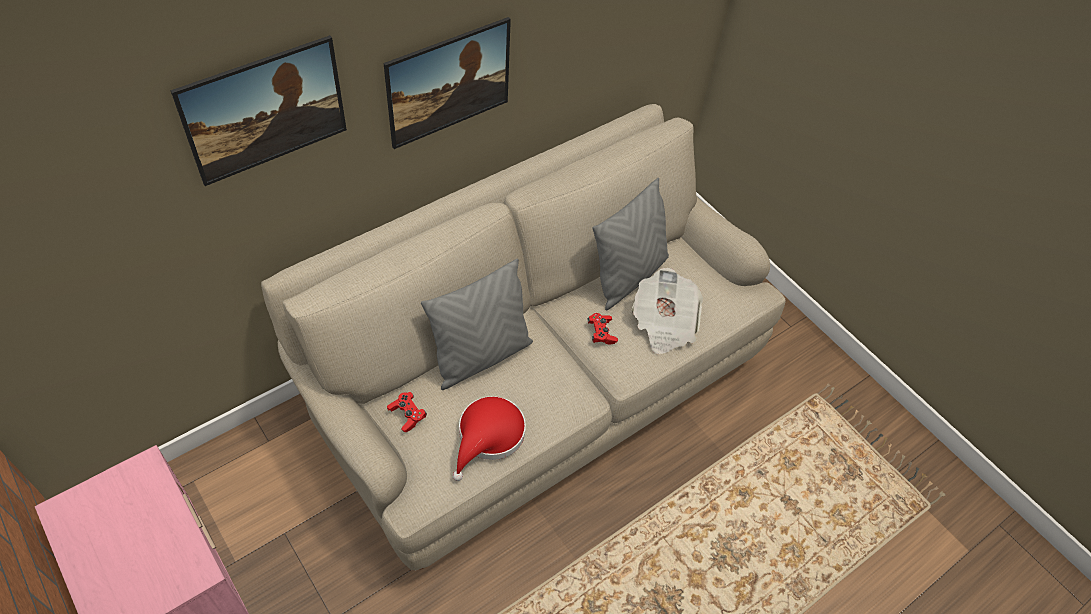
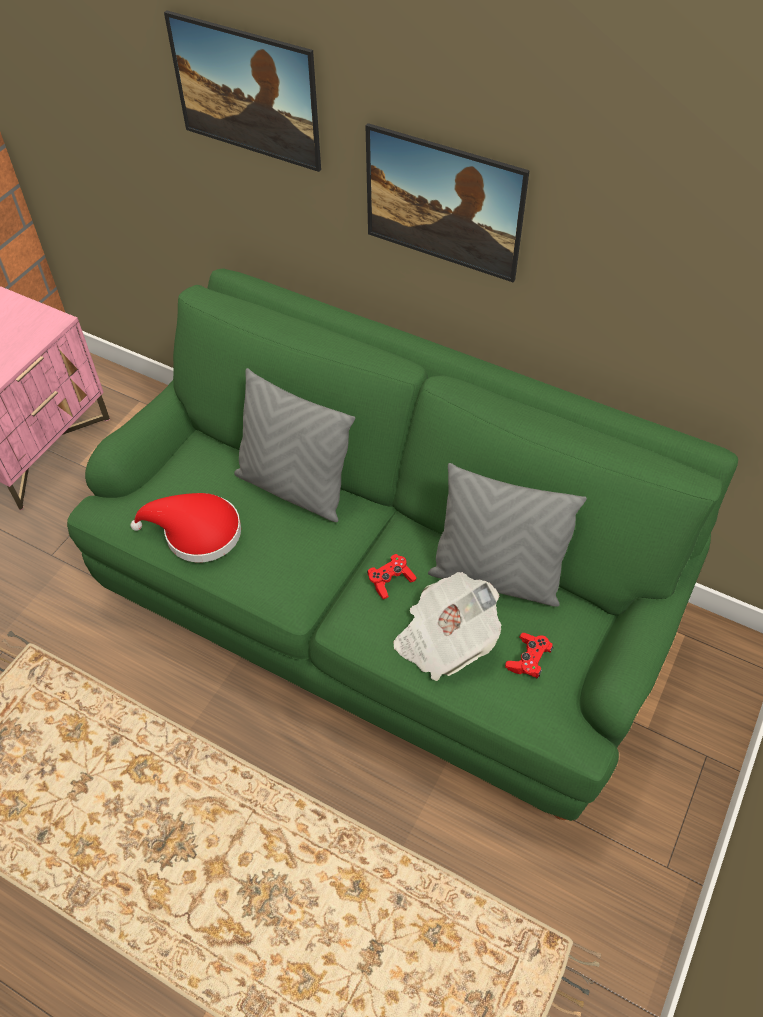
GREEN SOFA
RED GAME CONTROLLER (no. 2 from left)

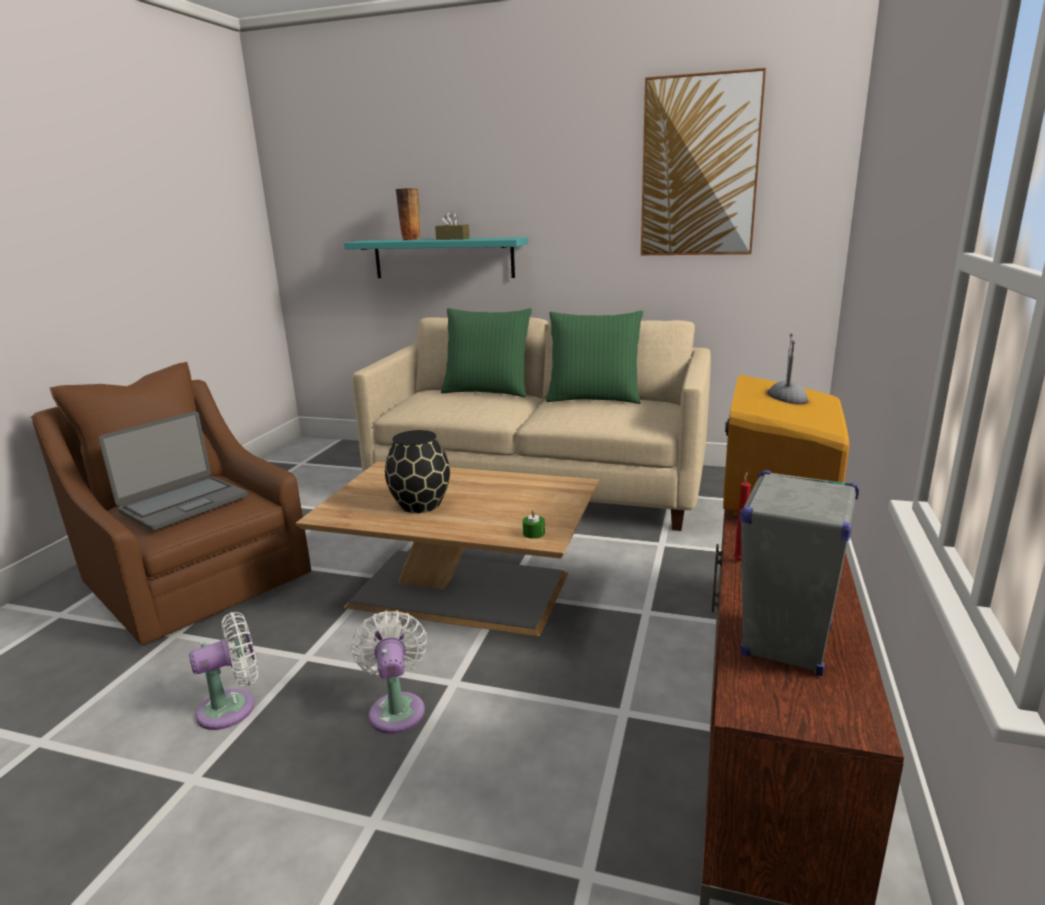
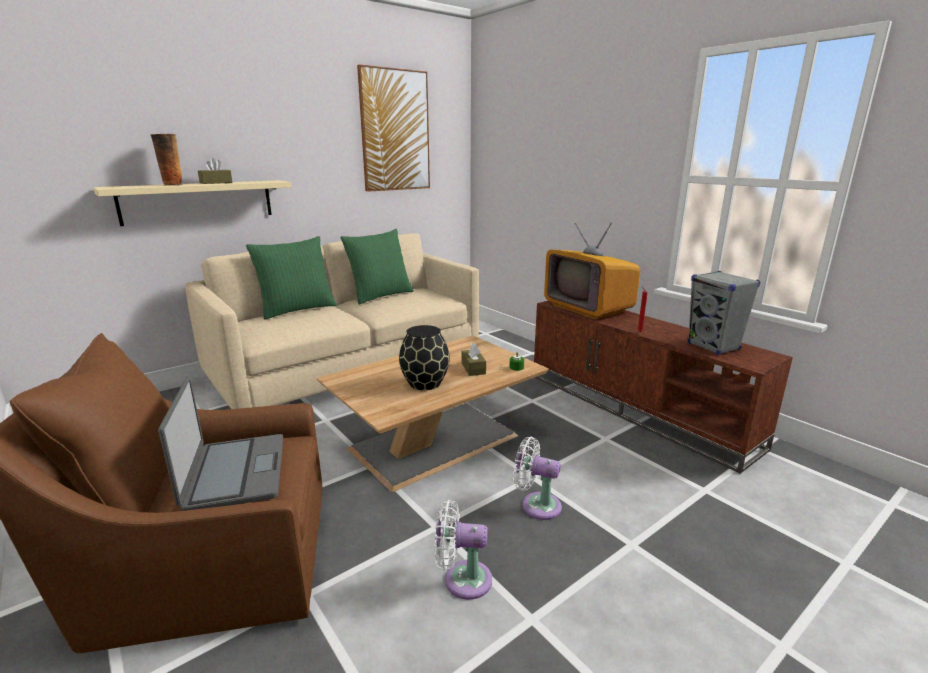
WHITE FAN (no. 1 from left)
BEIGE SHELF
BROWN TISSUE BOX (no. 2 from left)

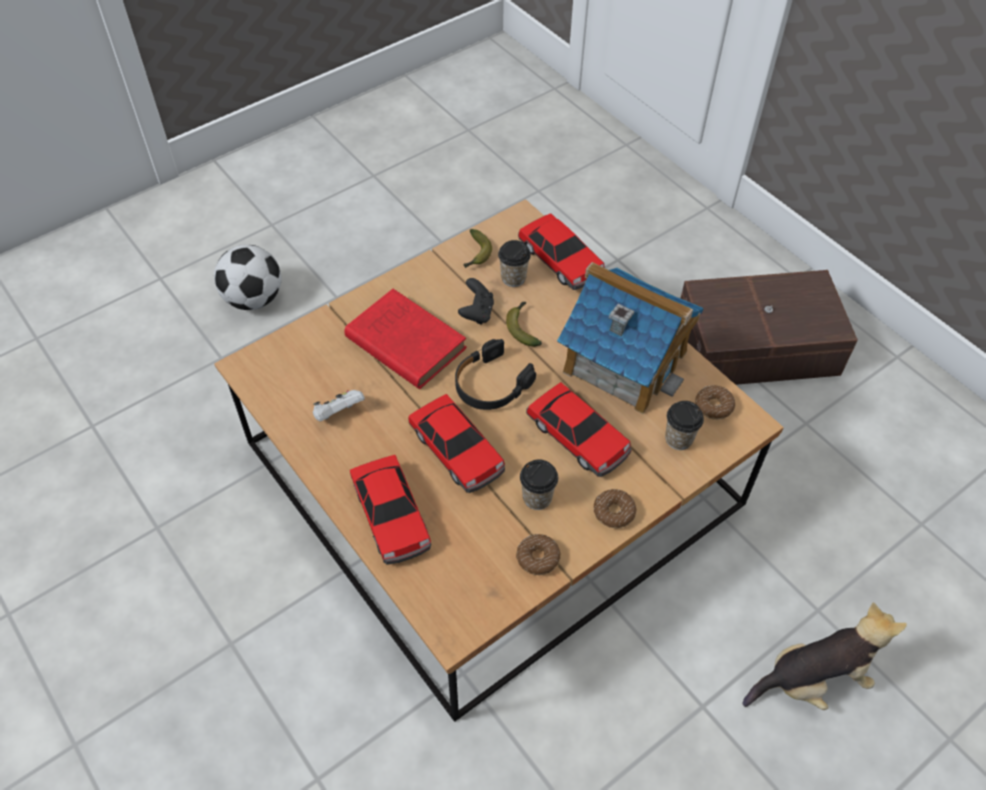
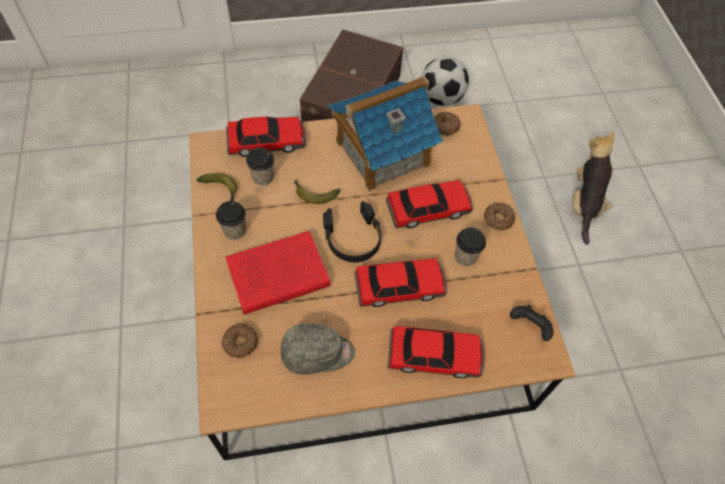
FOOTBALL
GREY CAP
BLACK GAME CONTROLLER
DONUT (no. 1 from left)
CUP (no. 1 from left)

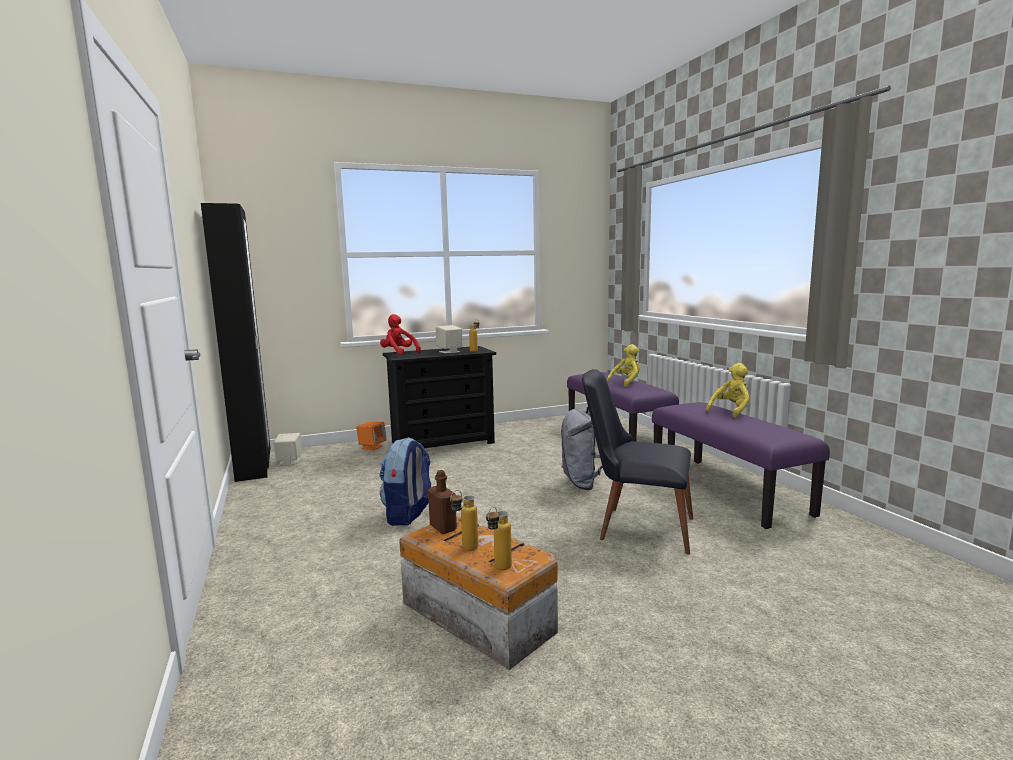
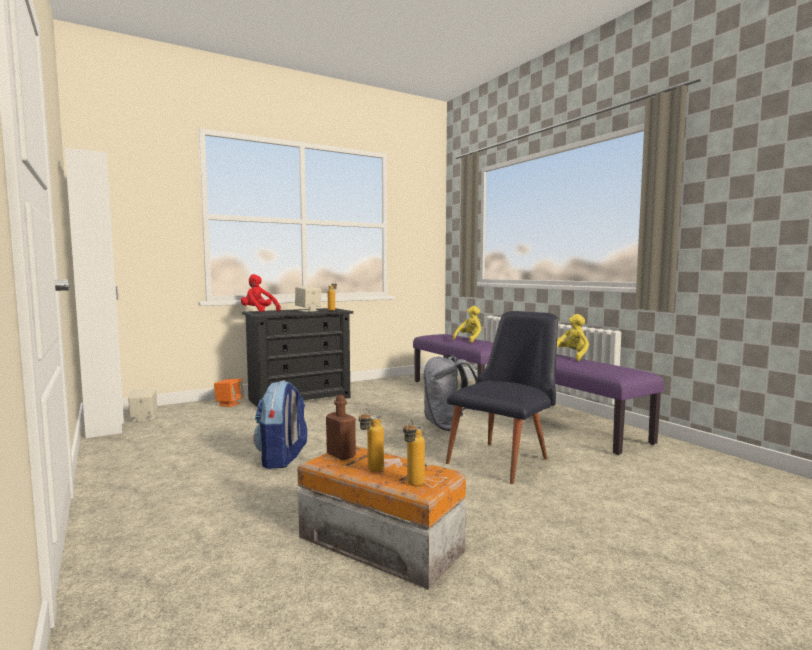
WHITE WARDROBE
BLACK CHAIR

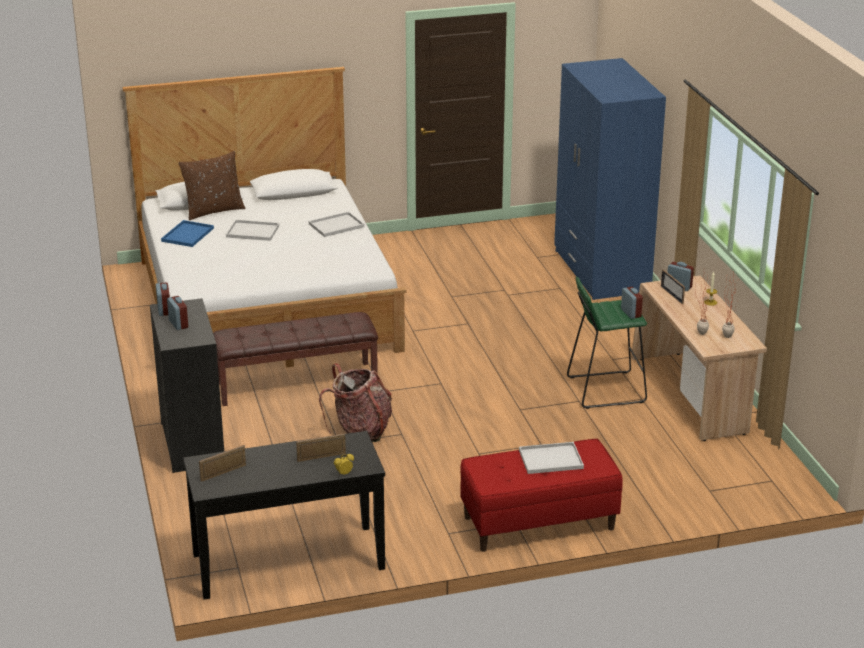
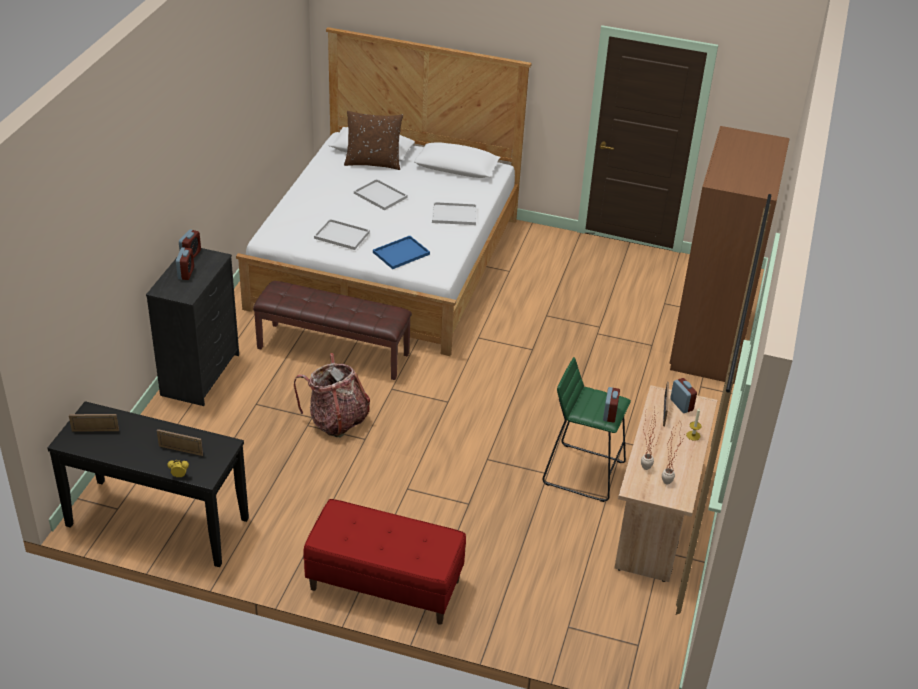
BLUE TRAY
WHITE TRAY (no. 1 from left)
BROWN WARDROBE

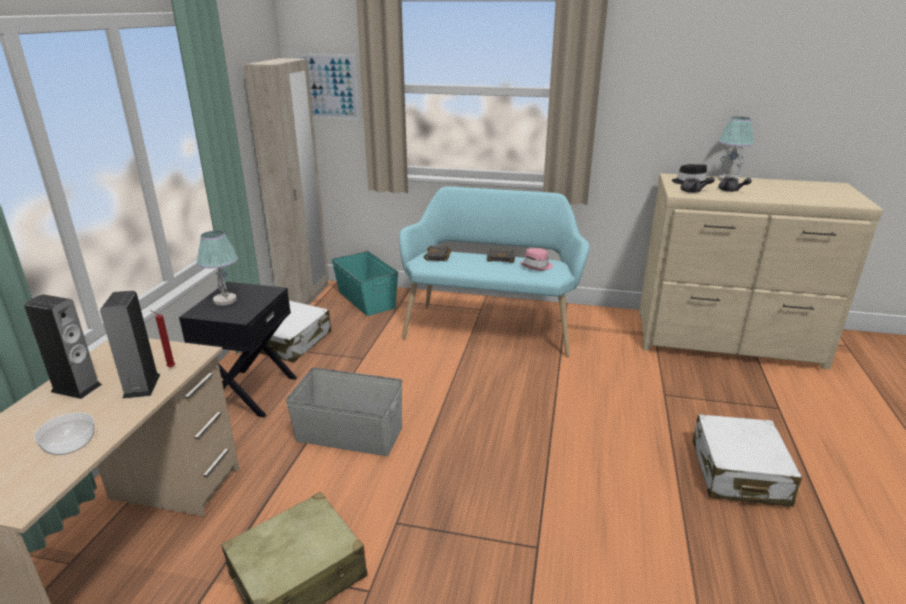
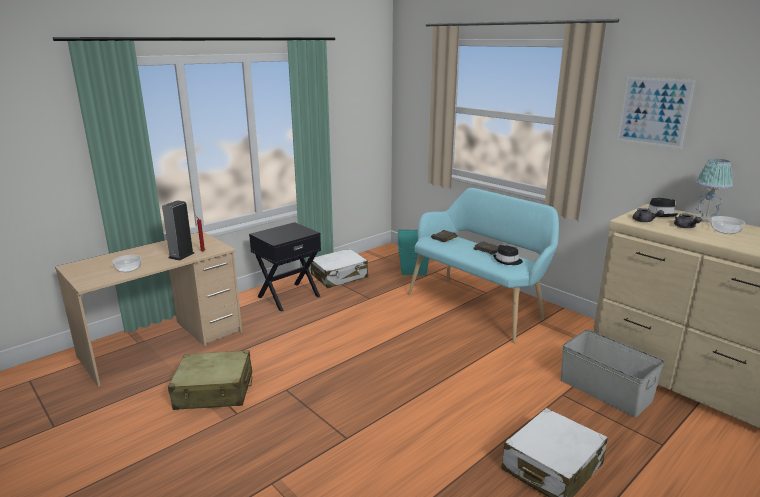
SPEAKER (no. 1 from left in the first image)
TABLE LAMP (no. 1 from left in the first image)
BEIGE WARDROBE
GREY STORAGE BOX
PICTURE
BLACK HAT (no. 1 from left)
BOWL (no. 2 from left)

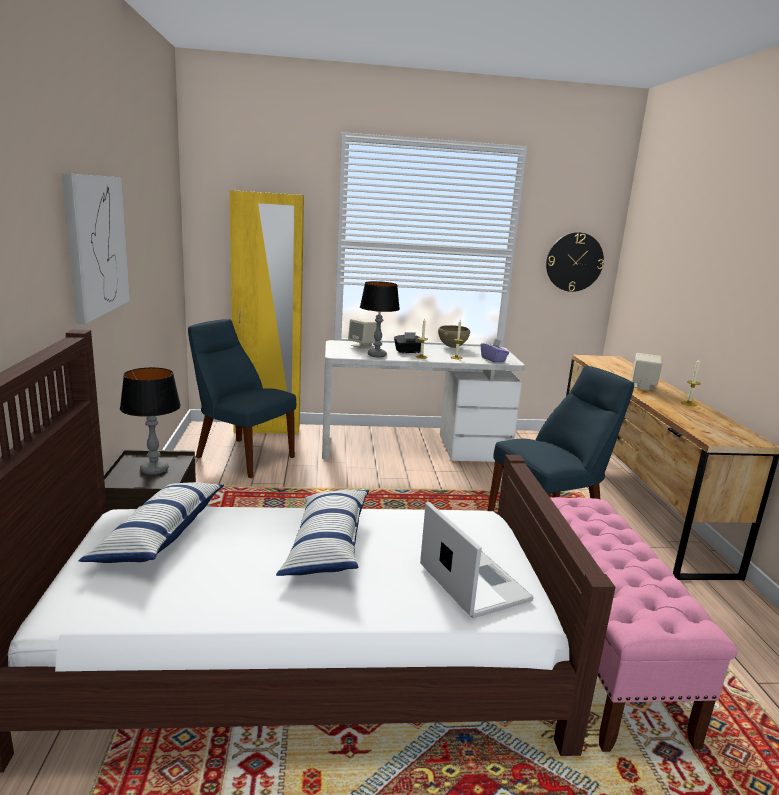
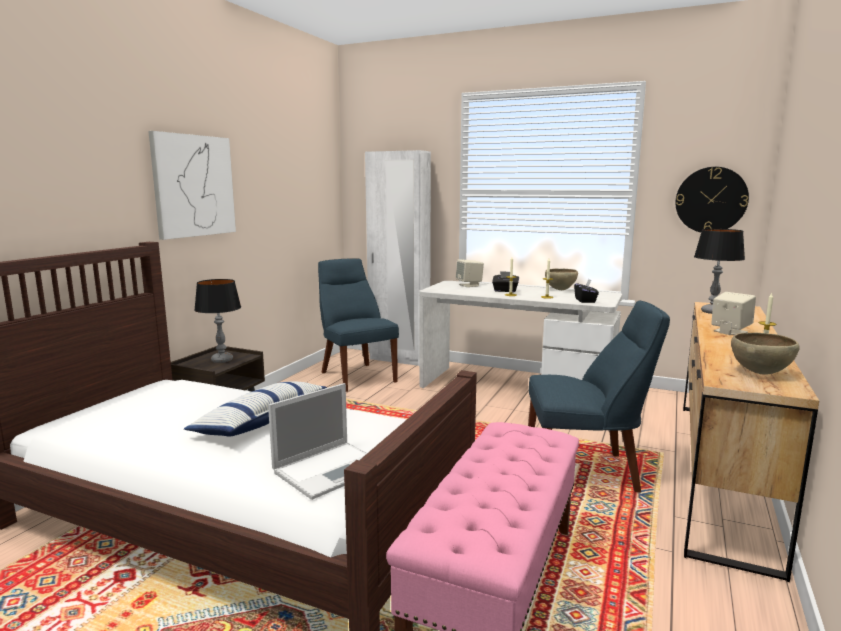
PILLOW (no. 1 from left in the first image)
WHITE WARDROBE
TABLE LAMP (no. 2 from left)
LAPTOP
BLACK TISSUE BOX (no. 2 from left)
BROWN BOWL (no. 2 from left)

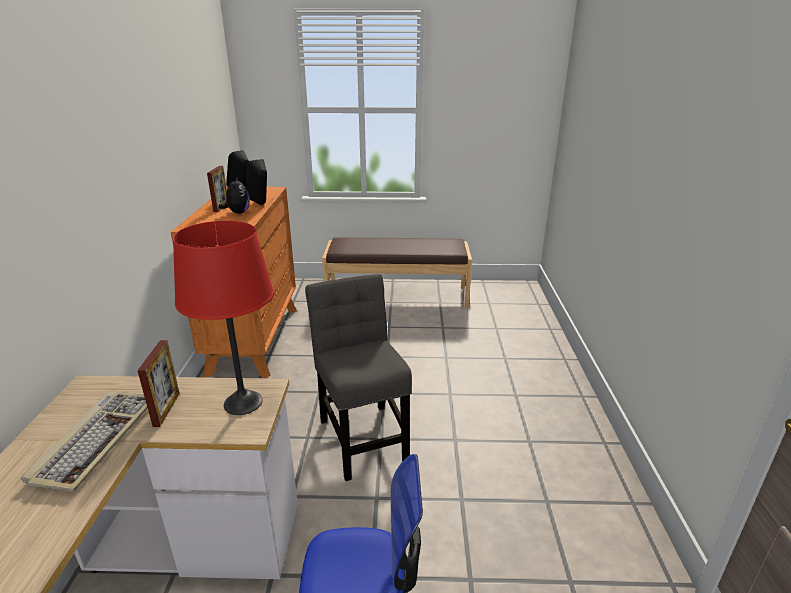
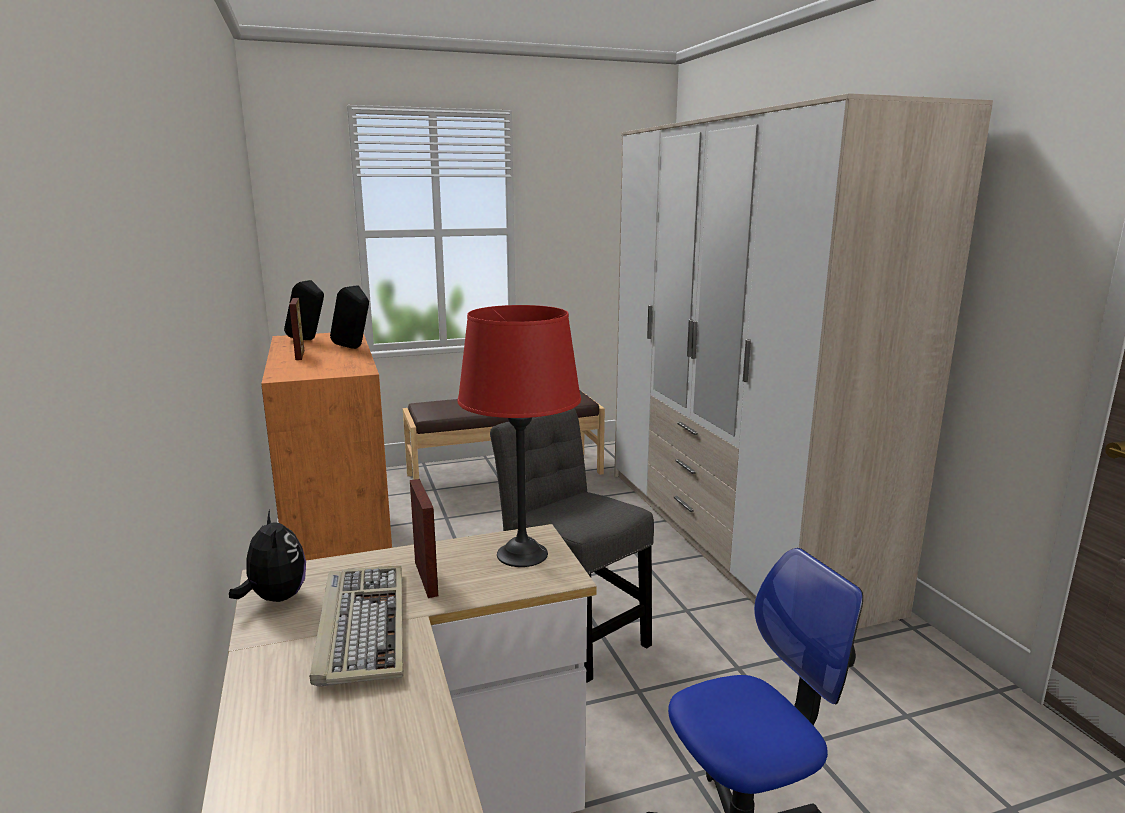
PLUSH TOY
WARDROBE

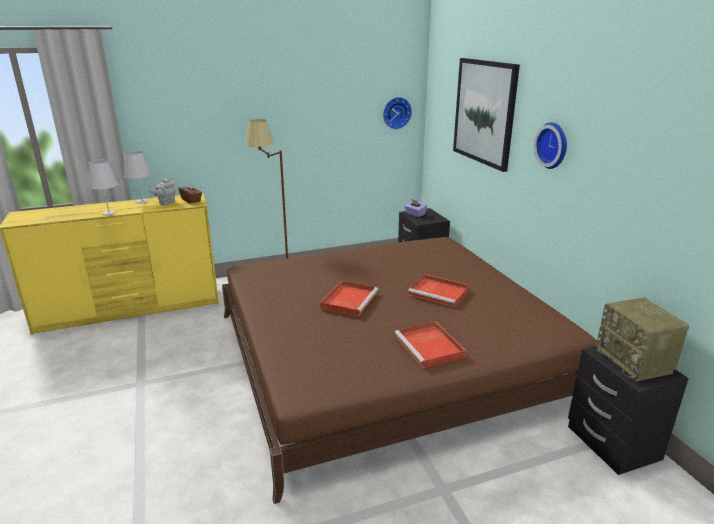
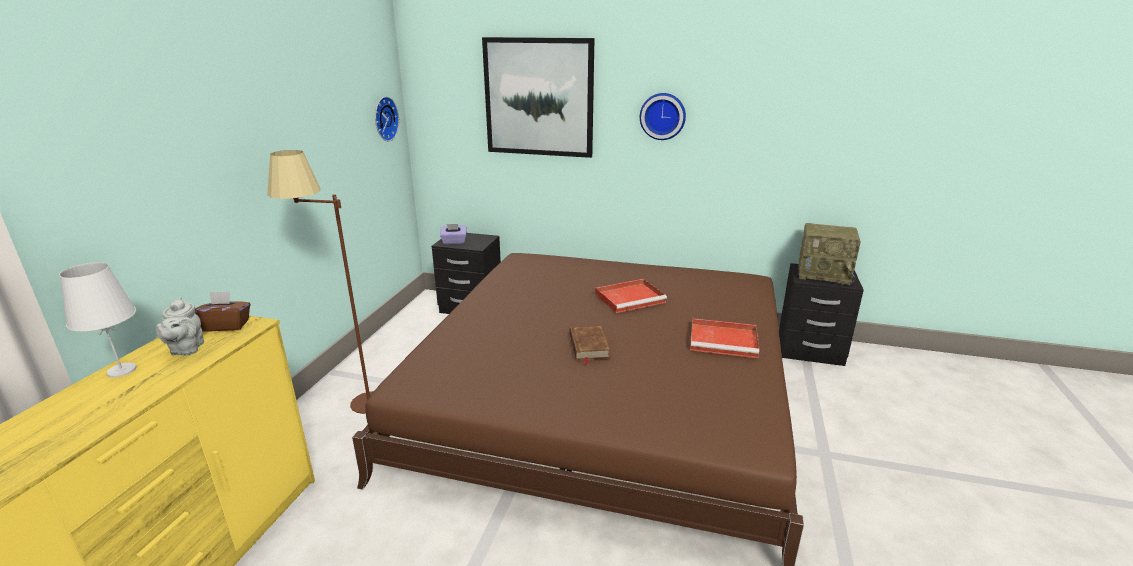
WHITE TABLE LAMP (no. 1 from left in the first image)
BROWN BOOK

